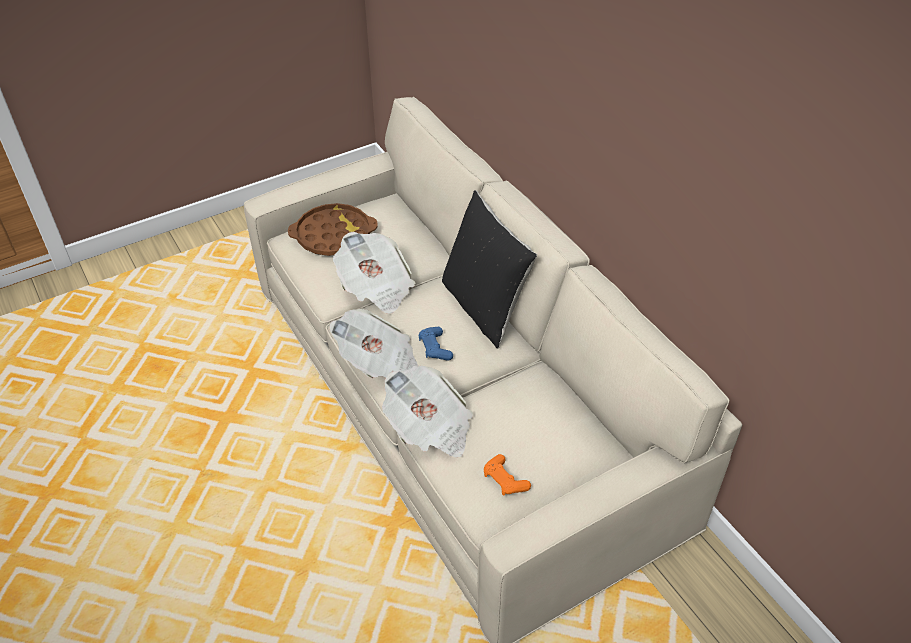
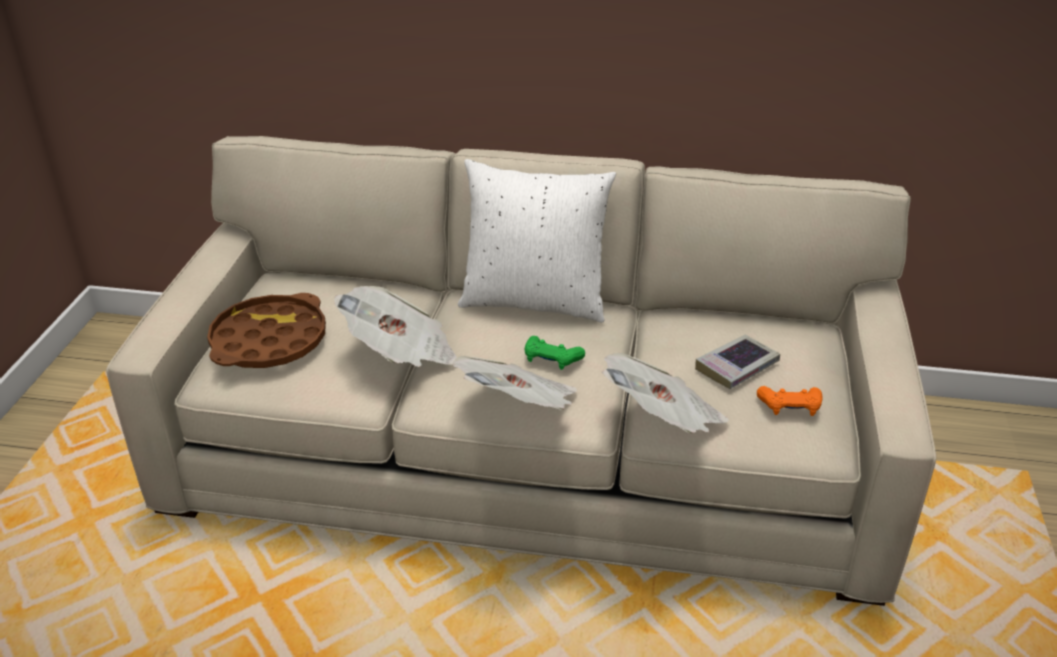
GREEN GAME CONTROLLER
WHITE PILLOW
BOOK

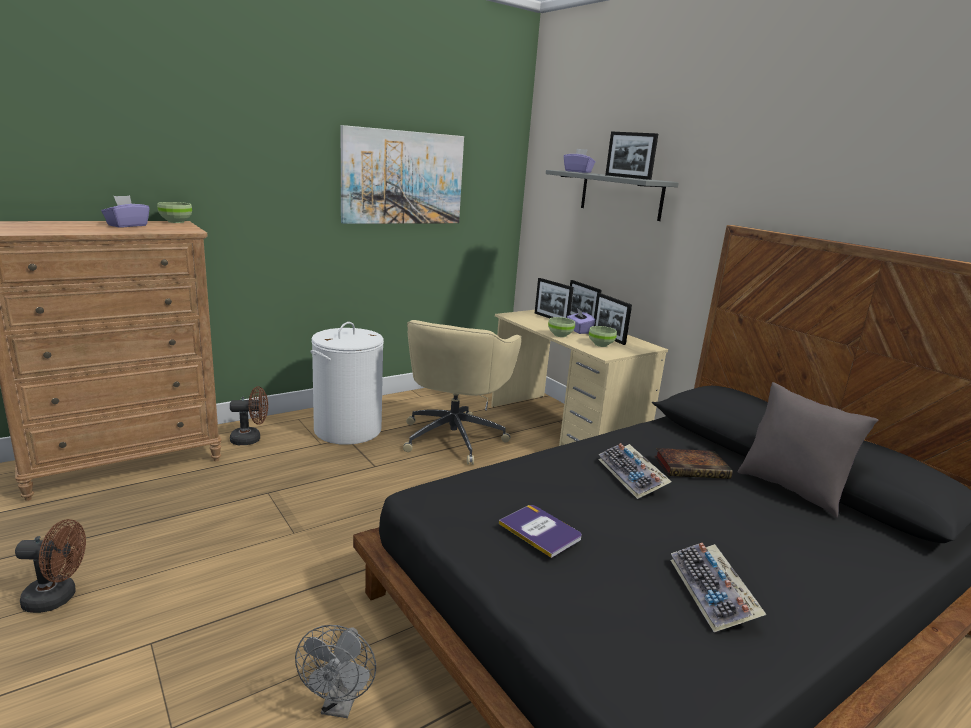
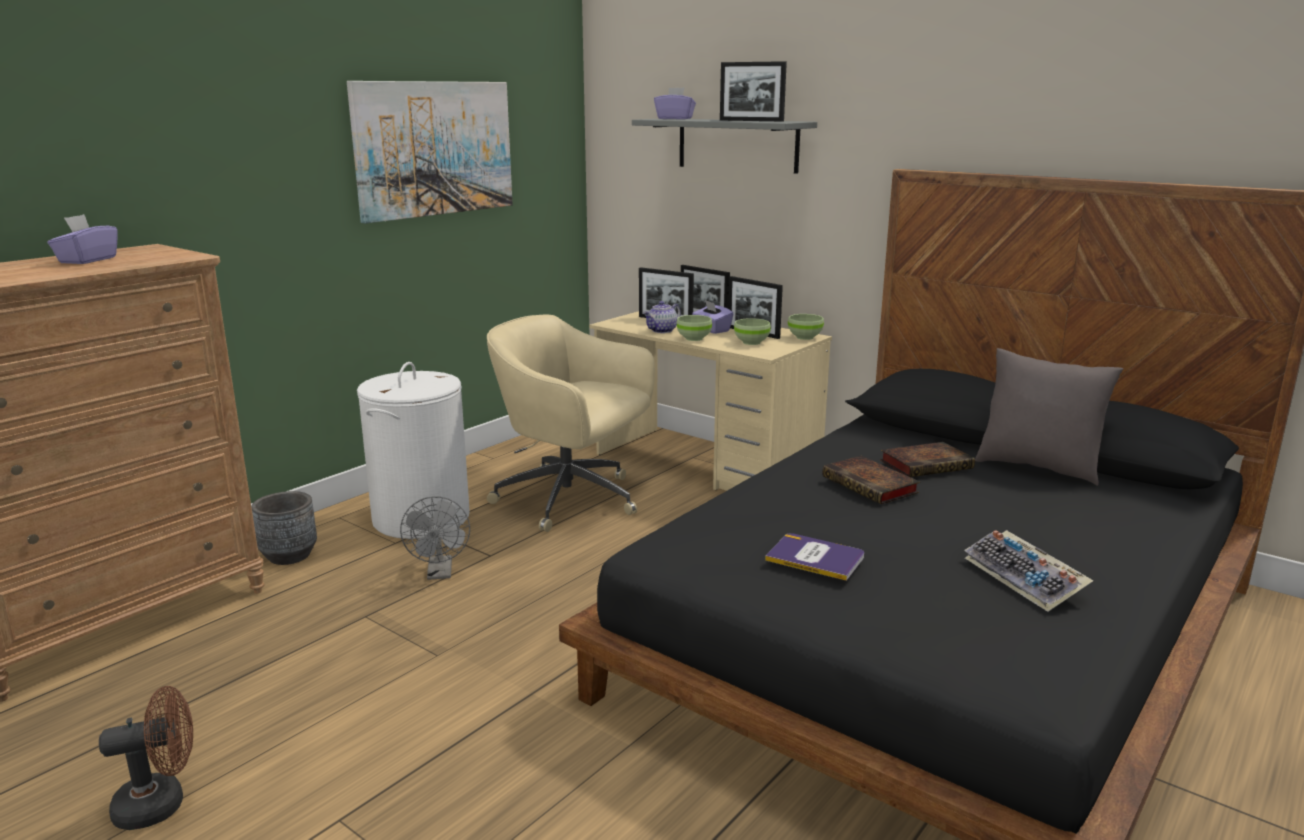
GREEN BOWL (no. 3 from left)
GREY PLANTER
GREY FAN
BEIGE OFFICE CHAIR
BOOK (no. 2 from left)
TEAPOT

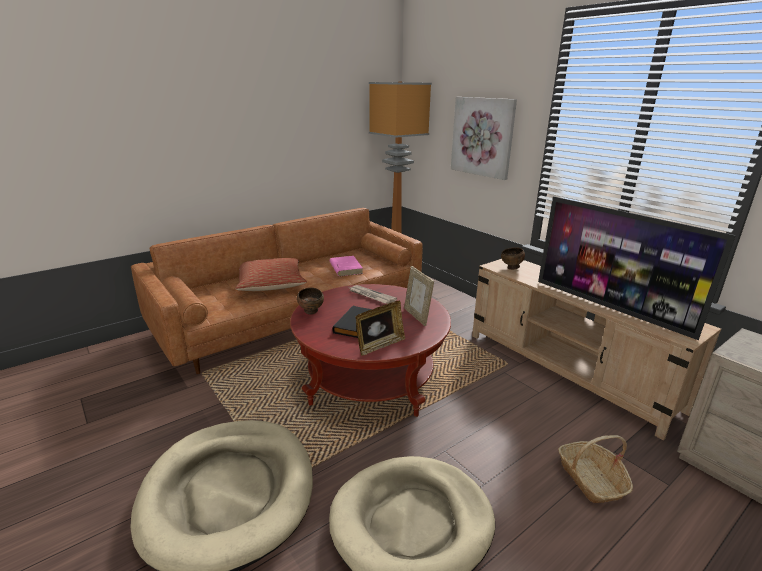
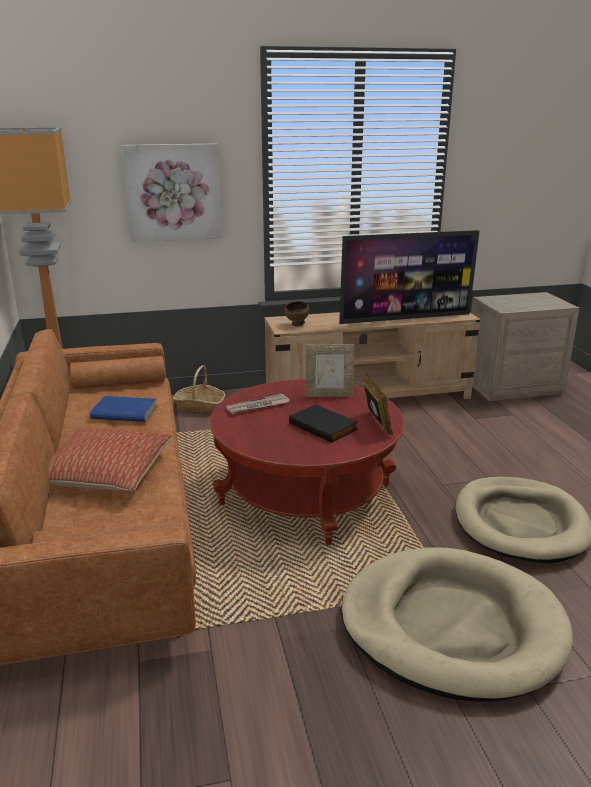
BROWN BOWL (no. 1 from left in the first image)
BLUE BOOK
BASKET

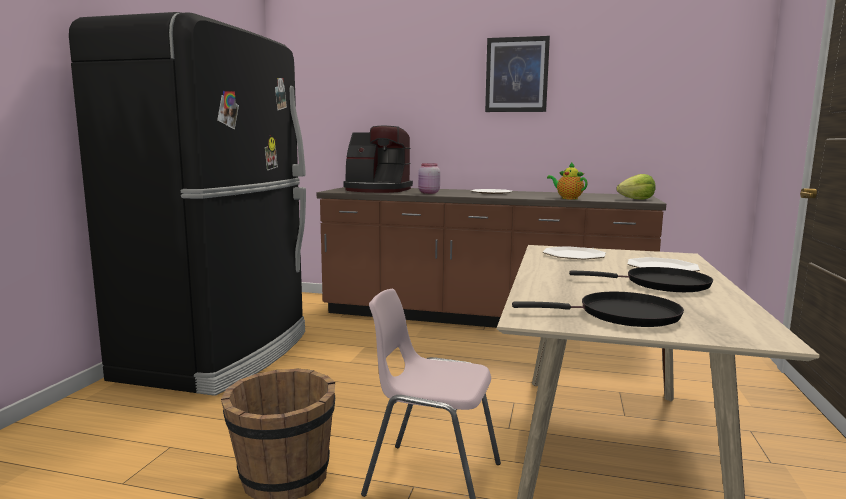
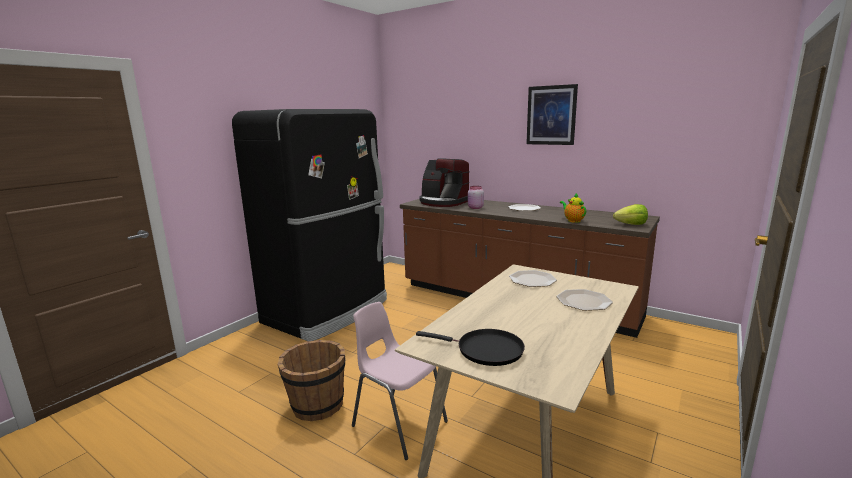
BLACK FRYING PAN (no. 2 from left in the first image)

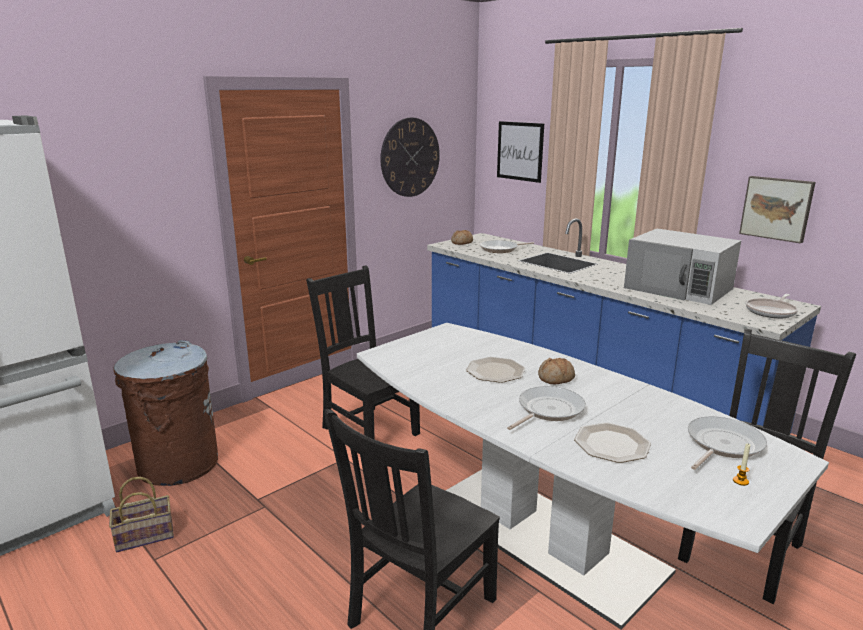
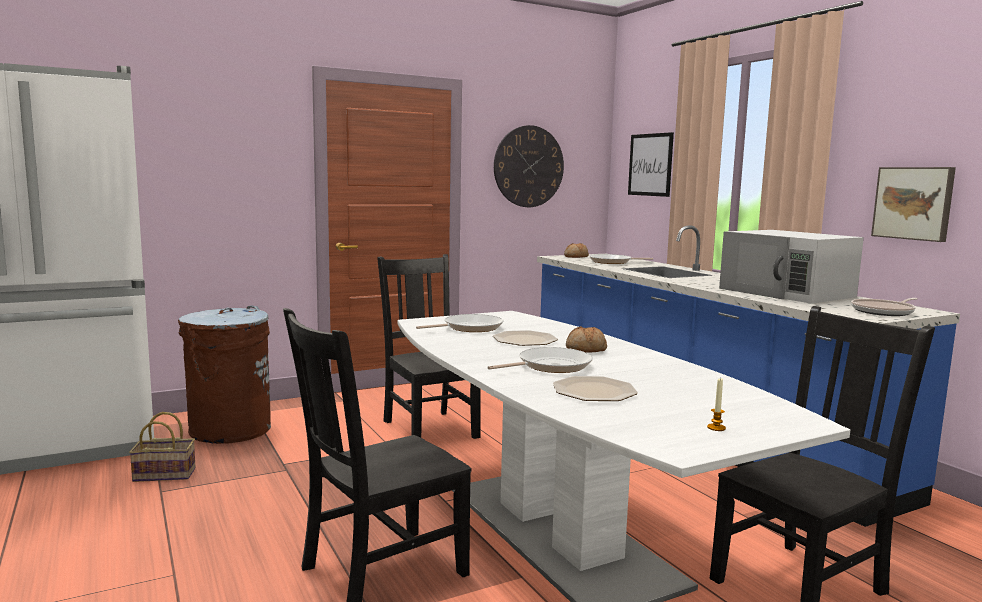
FRYING PAN (no. 1 from left)

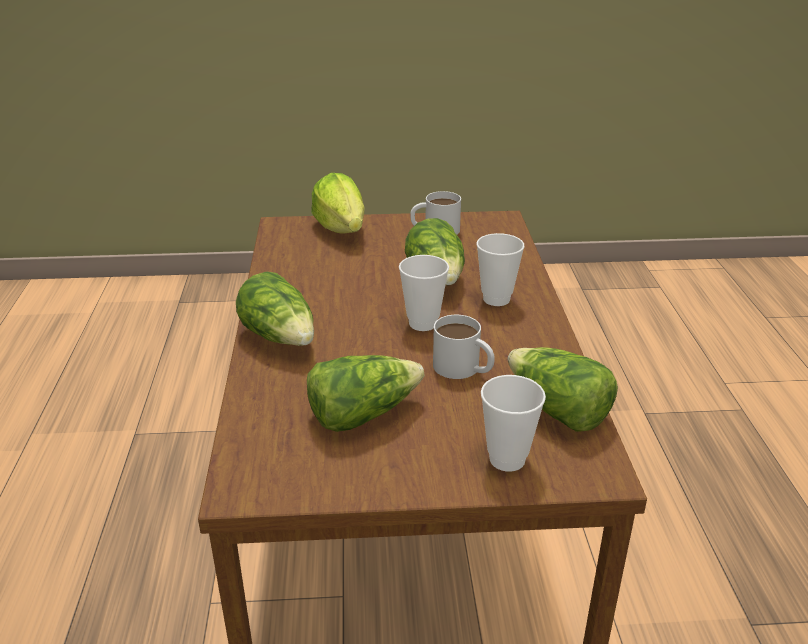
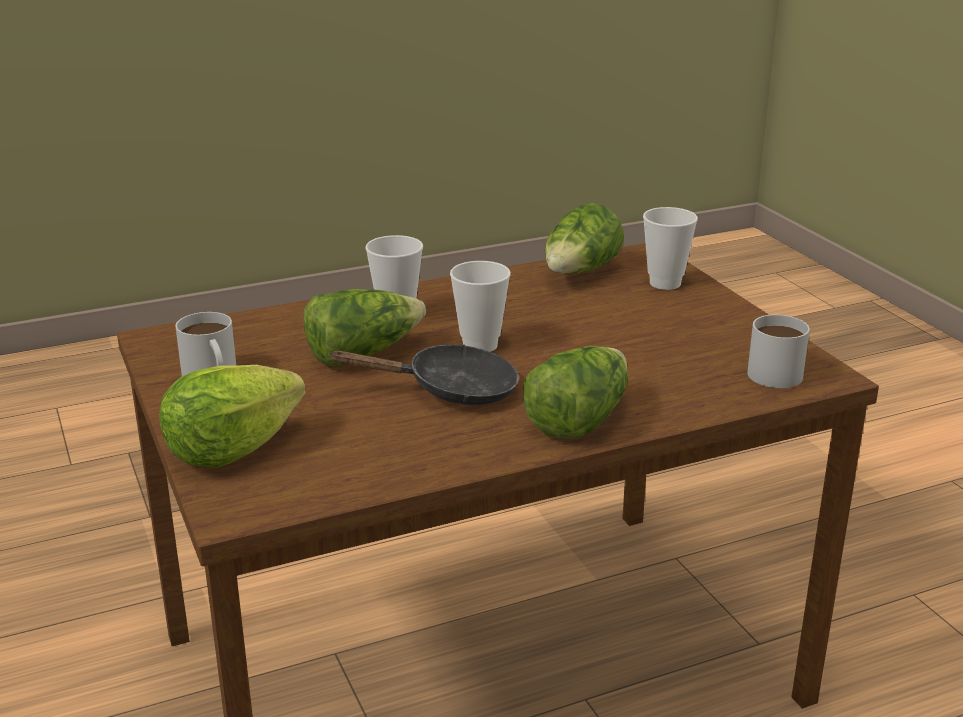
LETTUCE (no. 3 from left in the first image)
WHITE MUG (no. 2 from left)
BLACK FRYING PAN

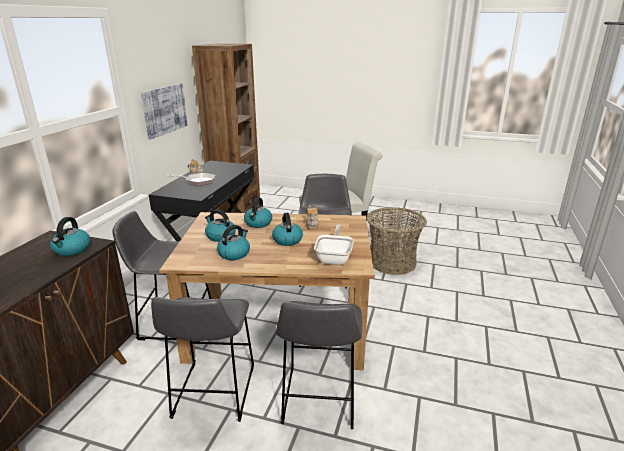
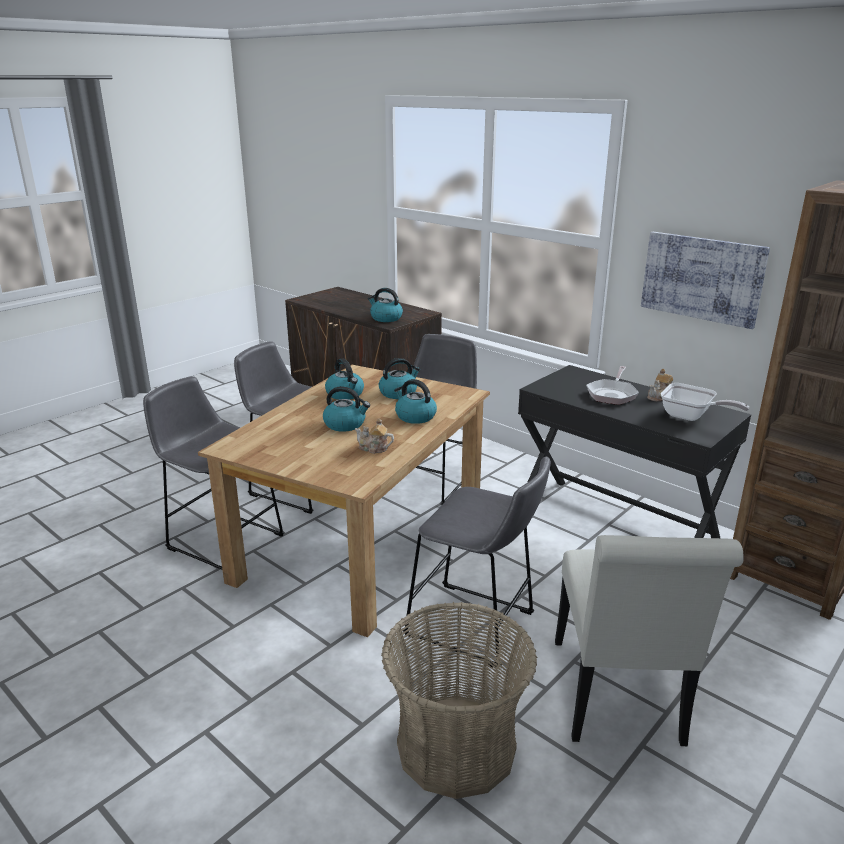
FRYING PAN (no. 2 from left)

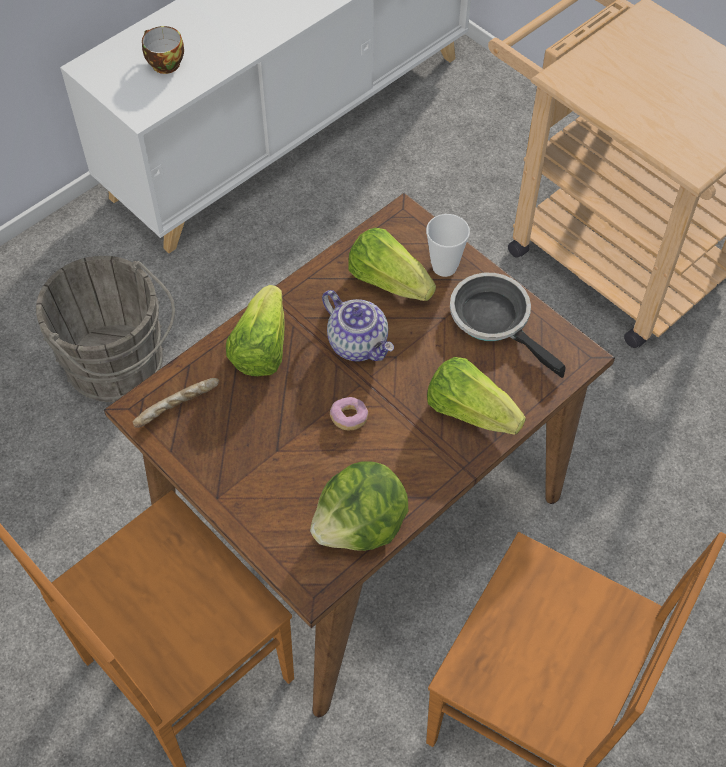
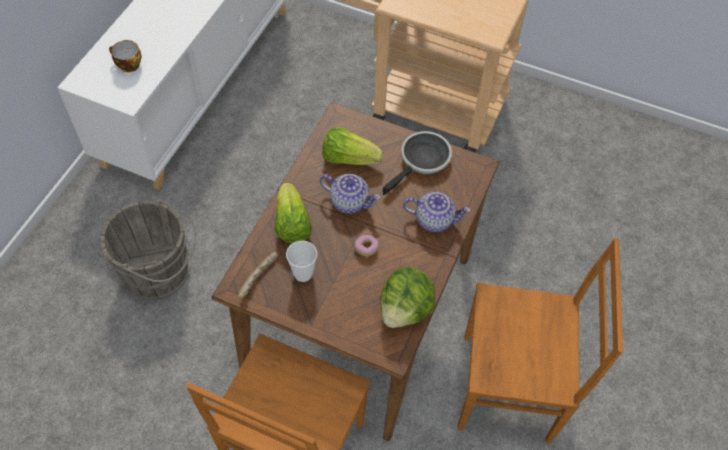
CUP (no. 2 from left)
TEAPOT (no. 2 from left)
FRYING PAN

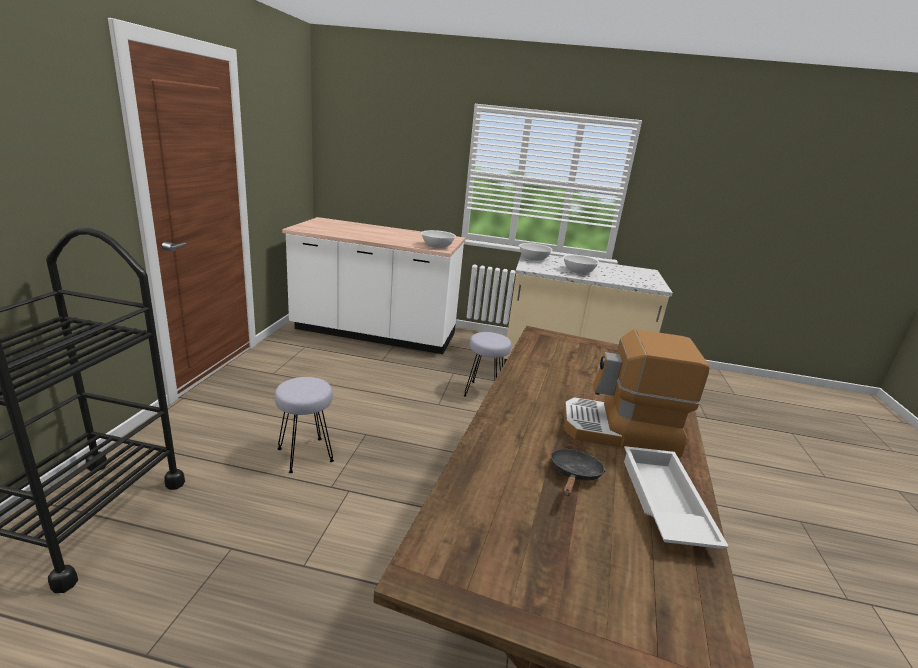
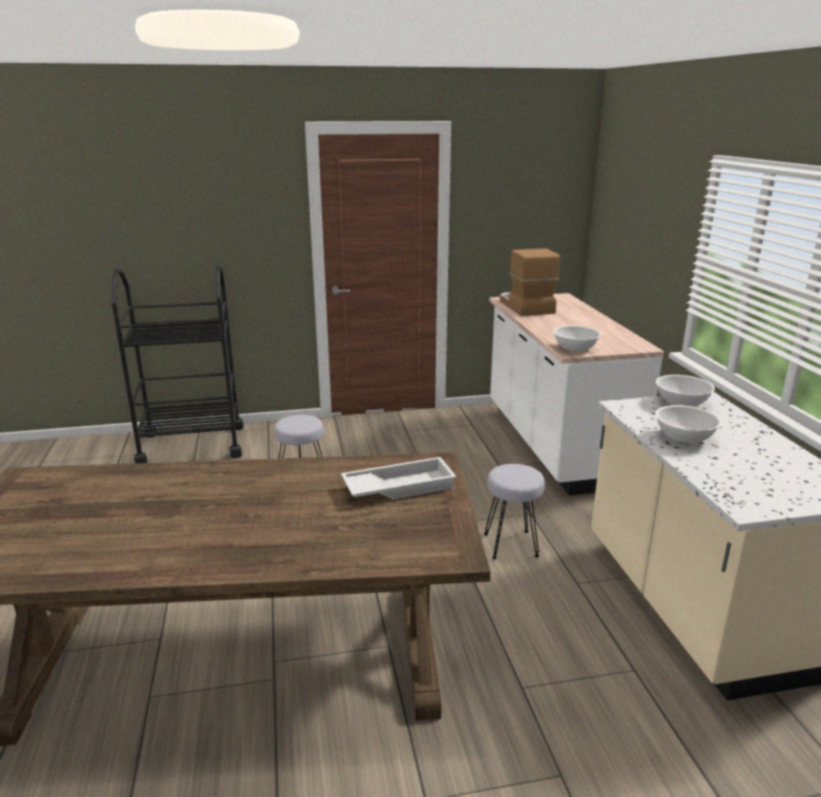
BLACK FRYING PAN
COFFEE MACHINE
WHITE TRAY

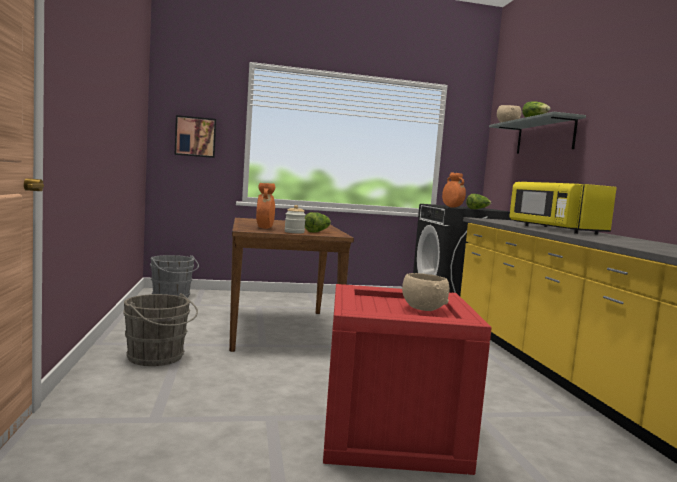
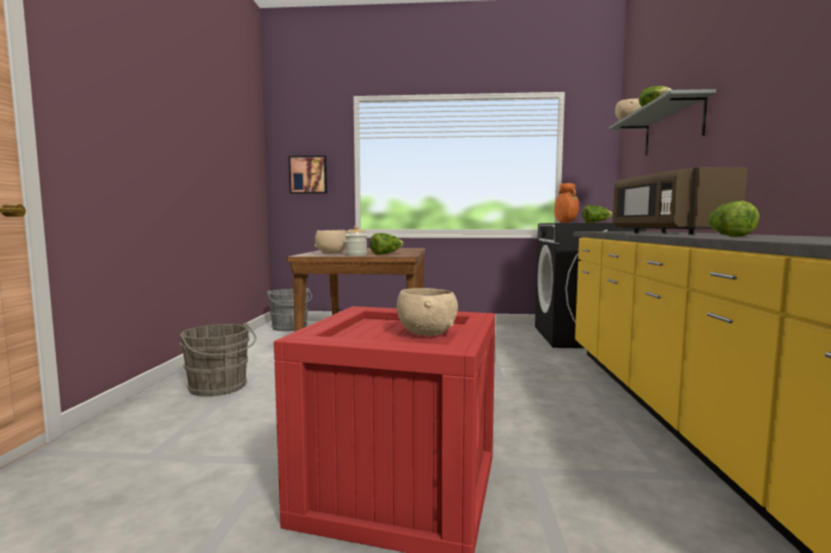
BEIGE BOWL (no. 1 from left)
BROWN MICROWAVE
LETTUCE (no. 4 from left)

